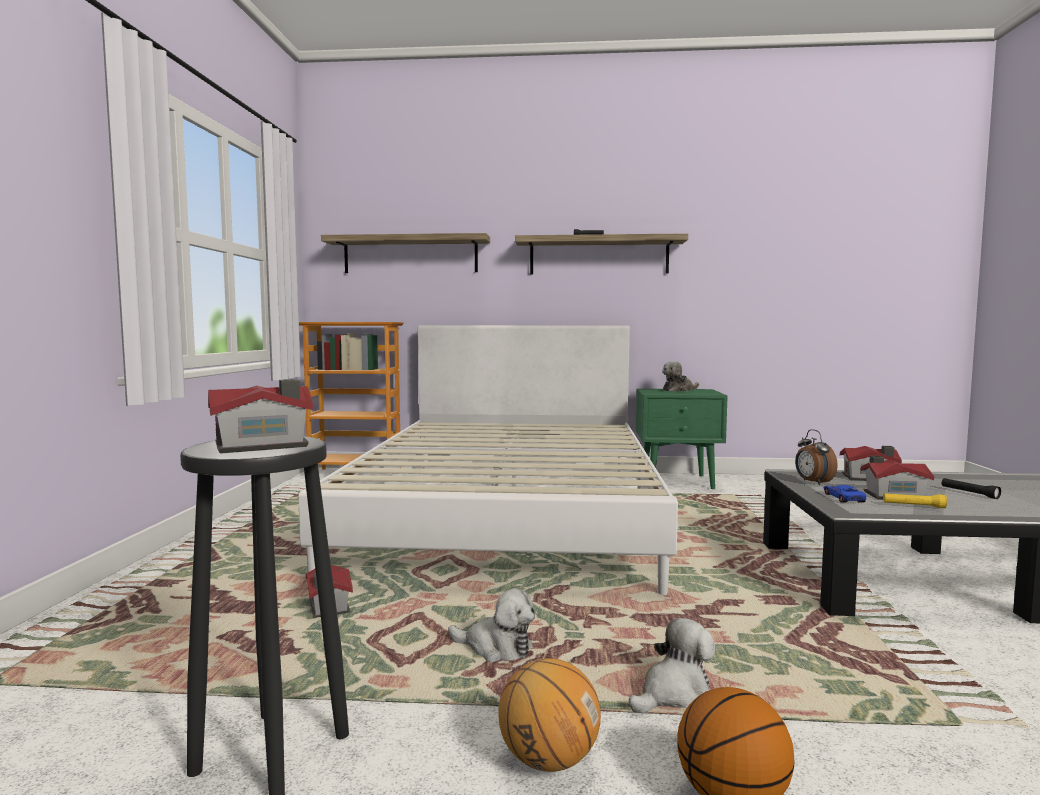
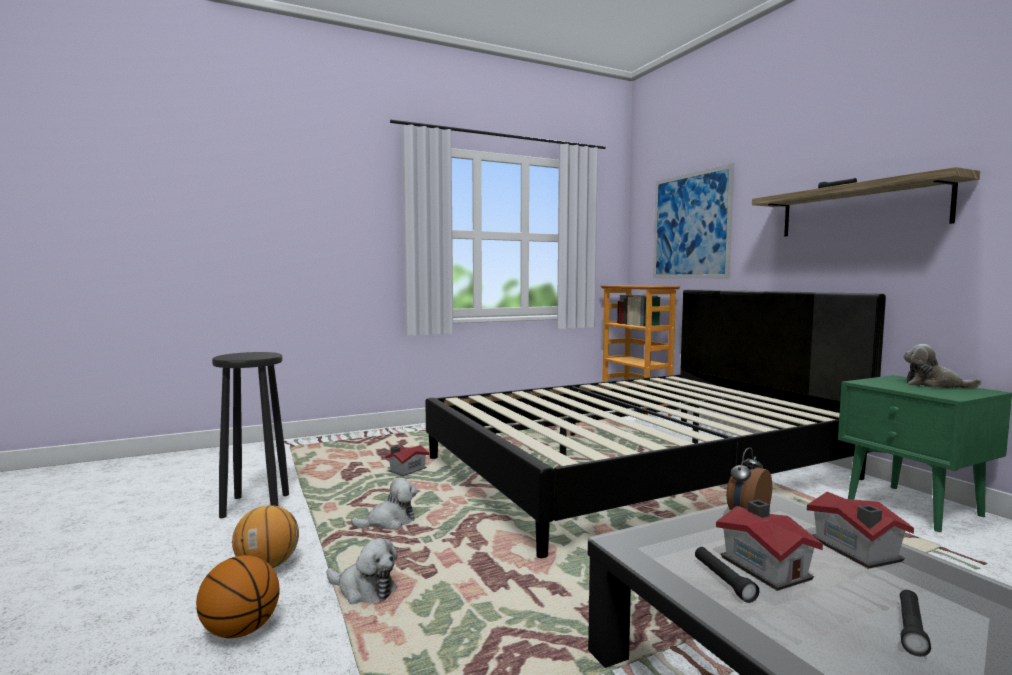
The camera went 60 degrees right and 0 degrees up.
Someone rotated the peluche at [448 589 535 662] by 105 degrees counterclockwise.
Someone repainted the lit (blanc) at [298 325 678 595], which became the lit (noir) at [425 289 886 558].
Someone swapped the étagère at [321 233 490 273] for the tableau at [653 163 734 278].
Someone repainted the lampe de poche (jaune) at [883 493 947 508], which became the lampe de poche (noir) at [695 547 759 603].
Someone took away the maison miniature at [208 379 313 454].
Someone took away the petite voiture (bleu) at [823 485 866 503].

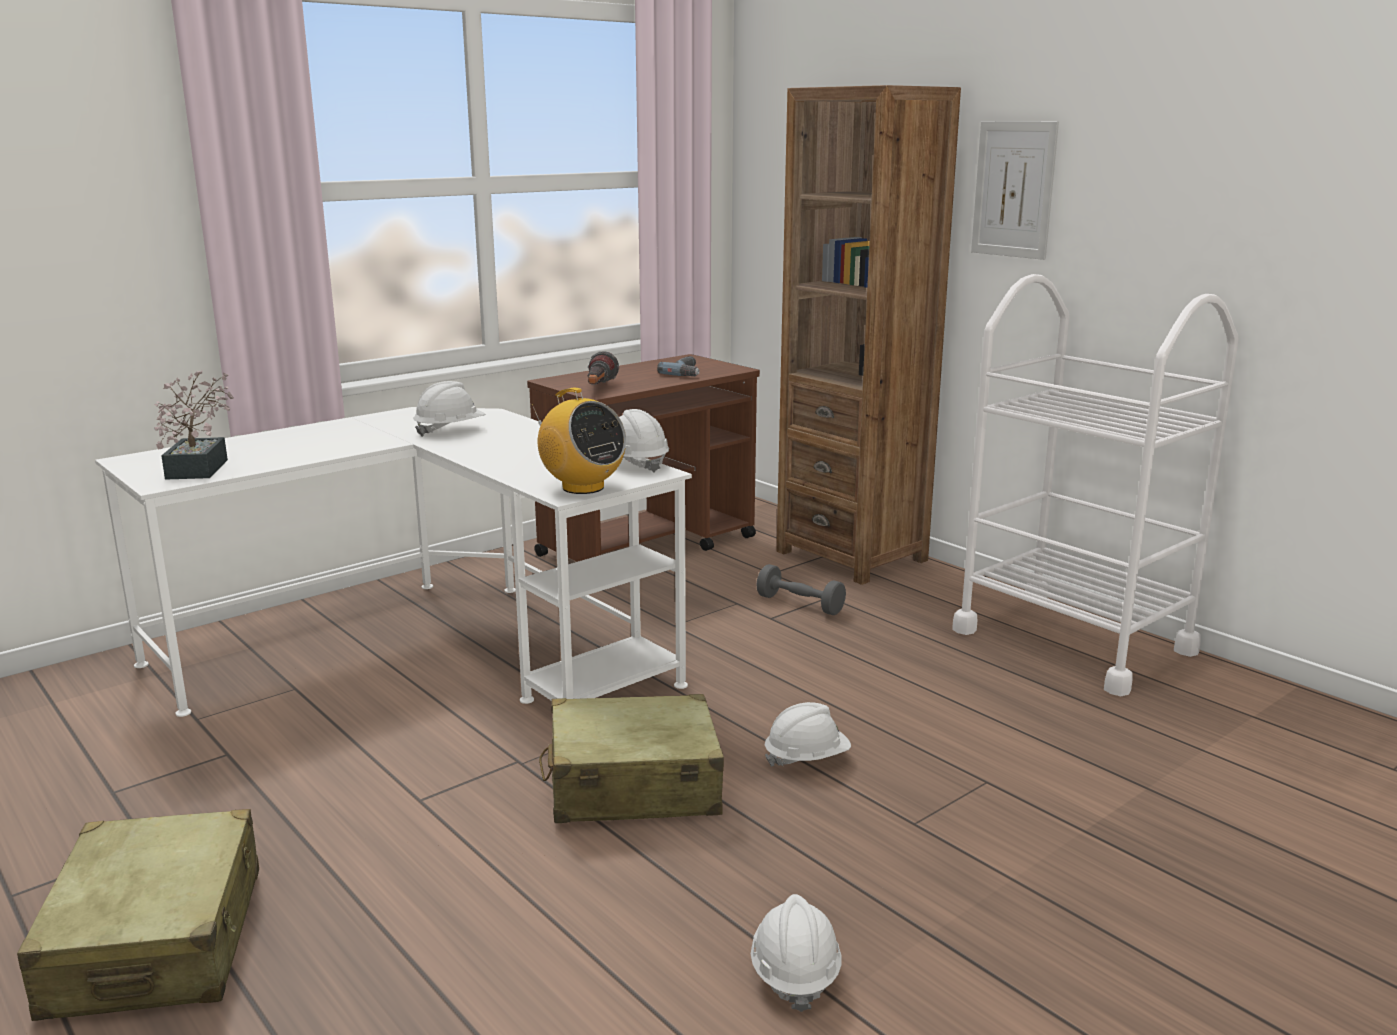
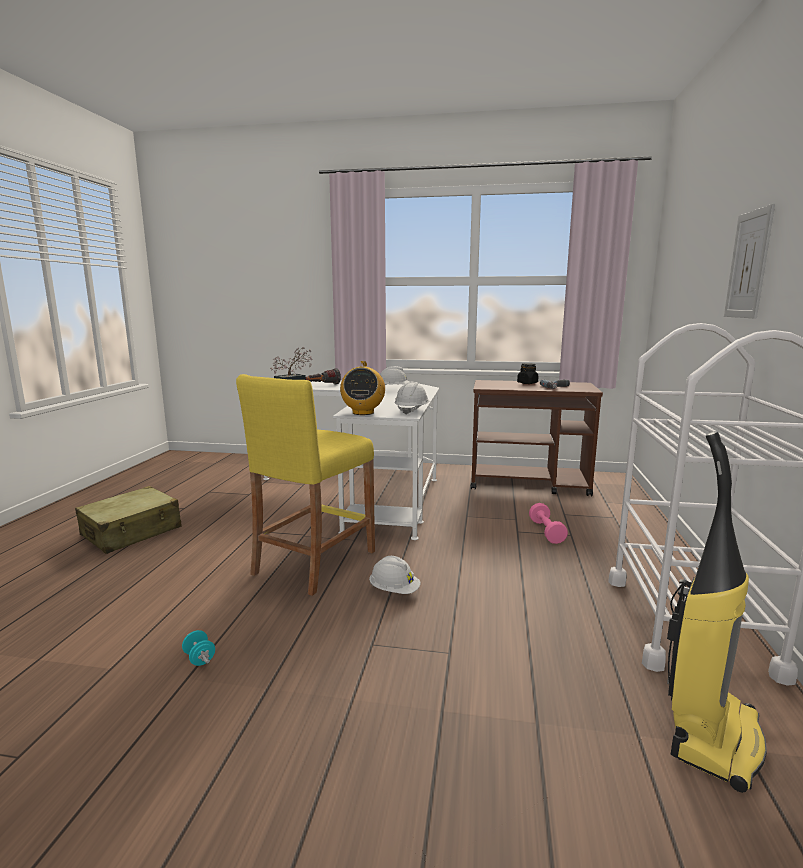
The camera went 50 degrees right and 5 degrees down.
Someone swapped the casque de chantier (blanc) at [751 894 842 1012] for the haltère (turquoise) at [182 630 215 666].
Someone swapped the valise (beige) at [539 694 724 823] for the tabouret (jaune) at [236 374 375 596].
Someone carried the lampe de poche from [587 351 619 384] to [306 368 341 385].
Someone put down the bocal (noir) at [517 363 538 384].
Someone repainted the haltère (gris) at [756 564 846 615], which became the haltère (rose) at [529 503 568 544].
Someone put down the aspirateur at [667 431 767 793].
Someone took away the bibliothèque (marron) at [777 85 961 585].

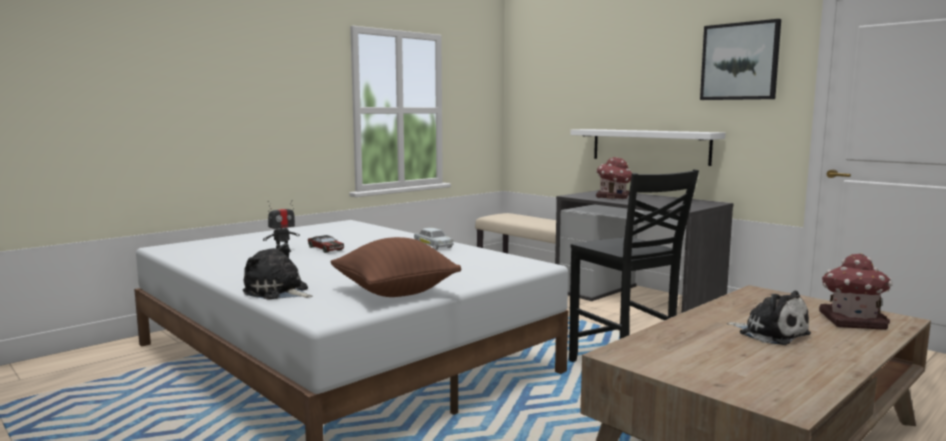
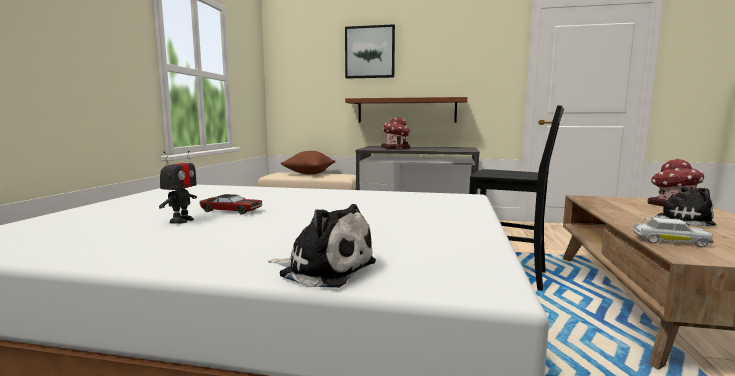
The camera went 35 degrees left and 0 degrees up.
Someone rotated the peluche at [243 243 313 300] by 150 degrees counterclockwise.
Someone carried the coussin (marron) from [331 237 461 297] to [281 151 335 175].
Someone carried the tableau from [700 19 781 100] to [345 24 395 79].
Someone repainted the étagère (blanc) at [570 129 725 166], which became the étagère (marron) at [345 97 467 122].
Someone carried the petite voiture (blanc) from [414 228 454 250] to [633 218 714 247].

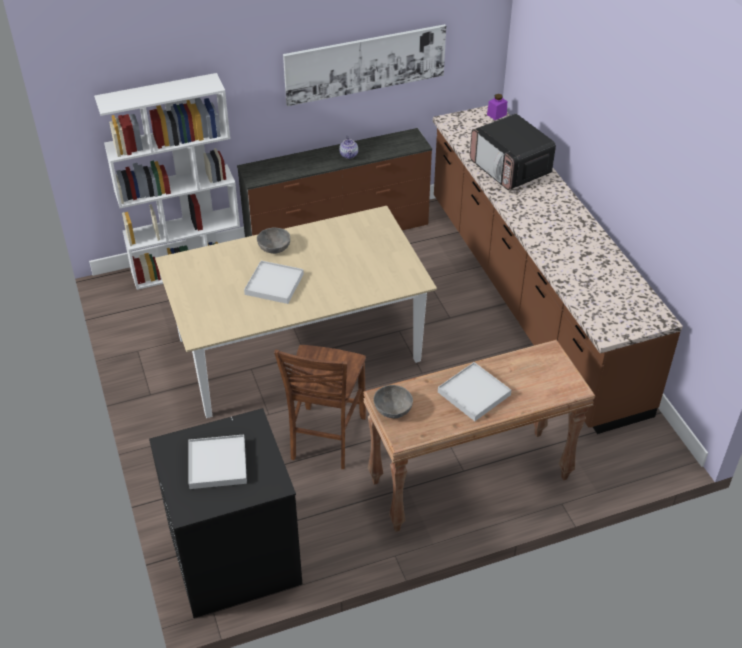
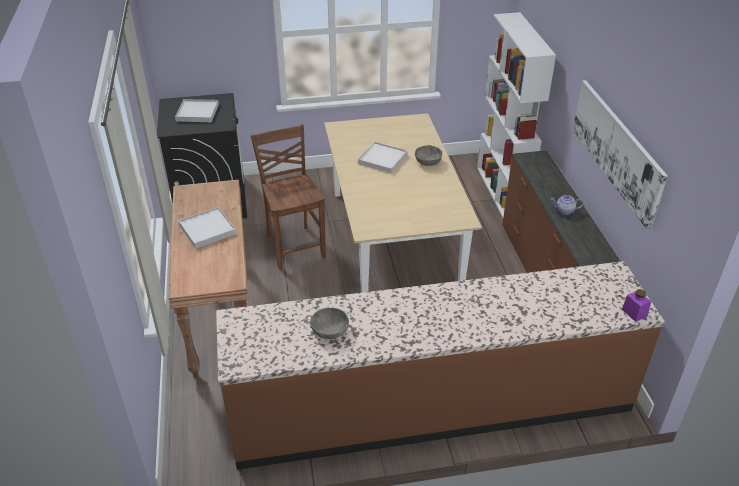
The camera went 100 degrees right and 5 degrees down.
Someone rotated the chaise (marron) at [274 345 366 469] by 45 degrees clockwise.
Someone carried the bol (gris) from [374 385 413 418] to [310 308 349 339].
Someone took away the micro-ondes at [470 113 556 190].

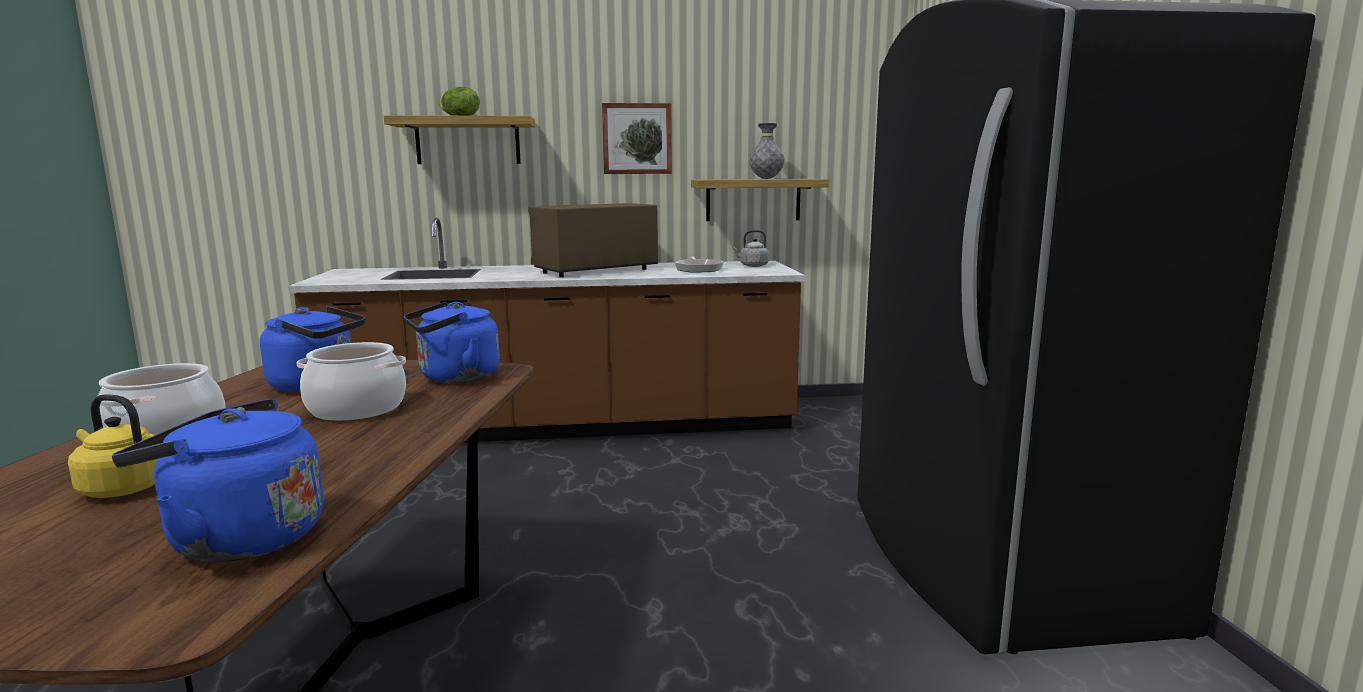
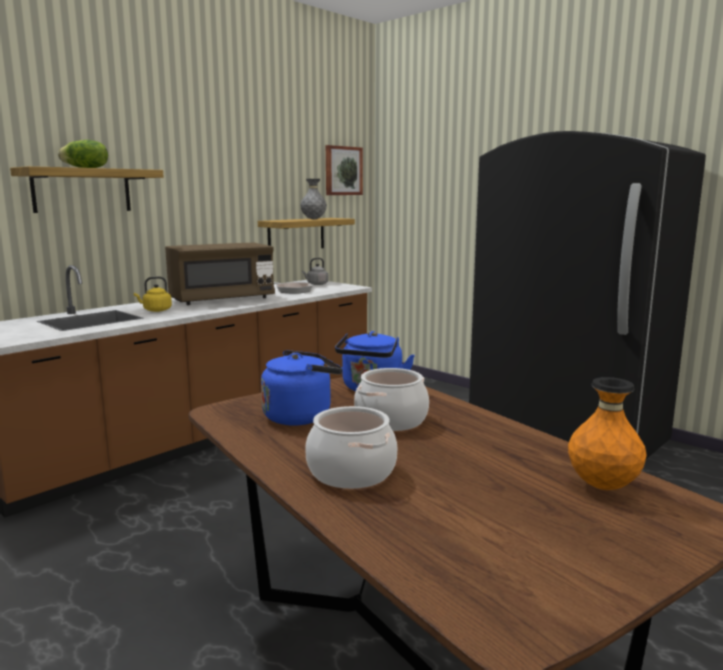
The camera went 40 degrees left and 0 degrees up.
Someone carried the bouilloire (jaune) from [68 394 158 498] to [134 276 172 312].
Someone rotated the micro-ondes (marron) at [528 203 658 278] by 135 degrees counterclockwise.
Someone carried the tableau from [602 103 672 174] to [326 145 363 195].
Someone swapped the bouilloire (bleu) at [112 399 324 562] for the vase (orange) at [568 377 647 490].

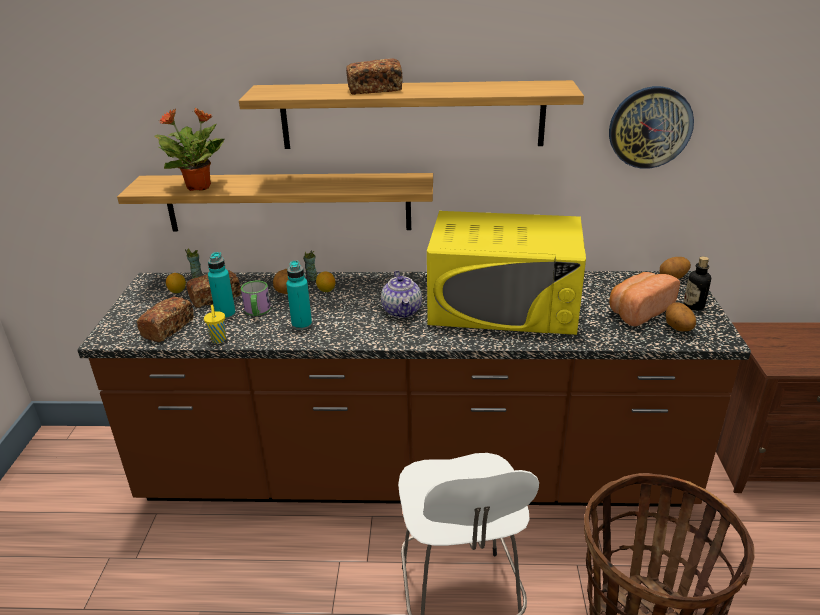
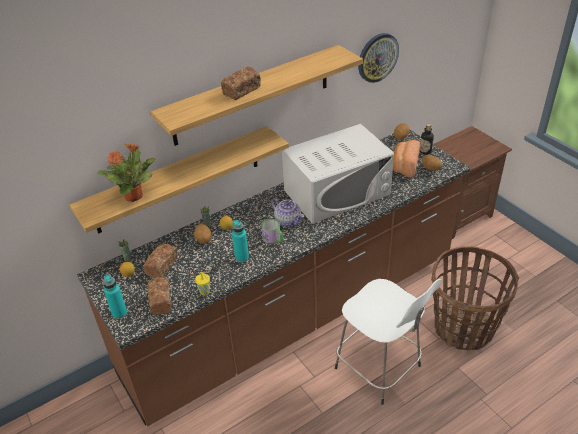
The camera went 35 degrees left and 10 degrees up.
Someone carried the bouteille (turquoise) from [208 252 236 320] to [103 274 127 319].
Someone carried the mug from [241 280 271 316] to [261 219 283 244].
Someone repainted the micro-ondes (jaune) at [427 211 586 335], which became the micro-ondes (blanc) at [282 124 394 224].

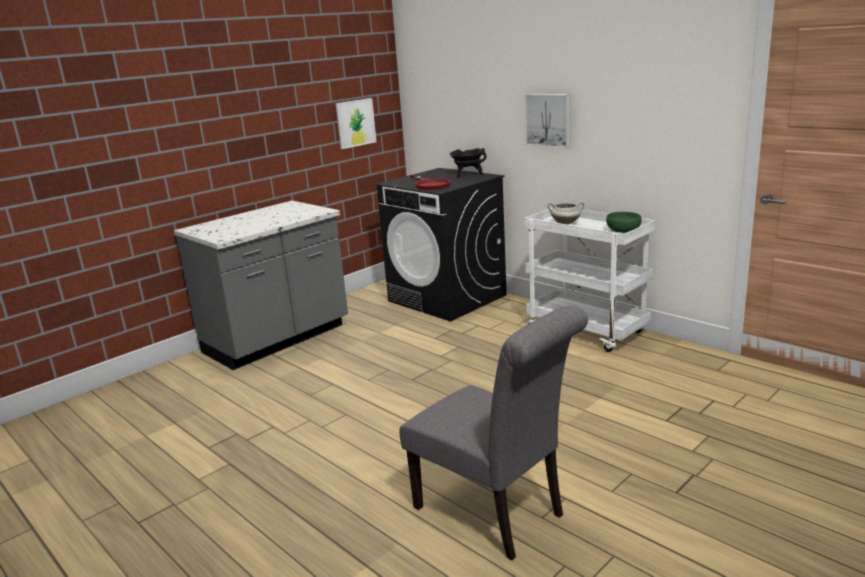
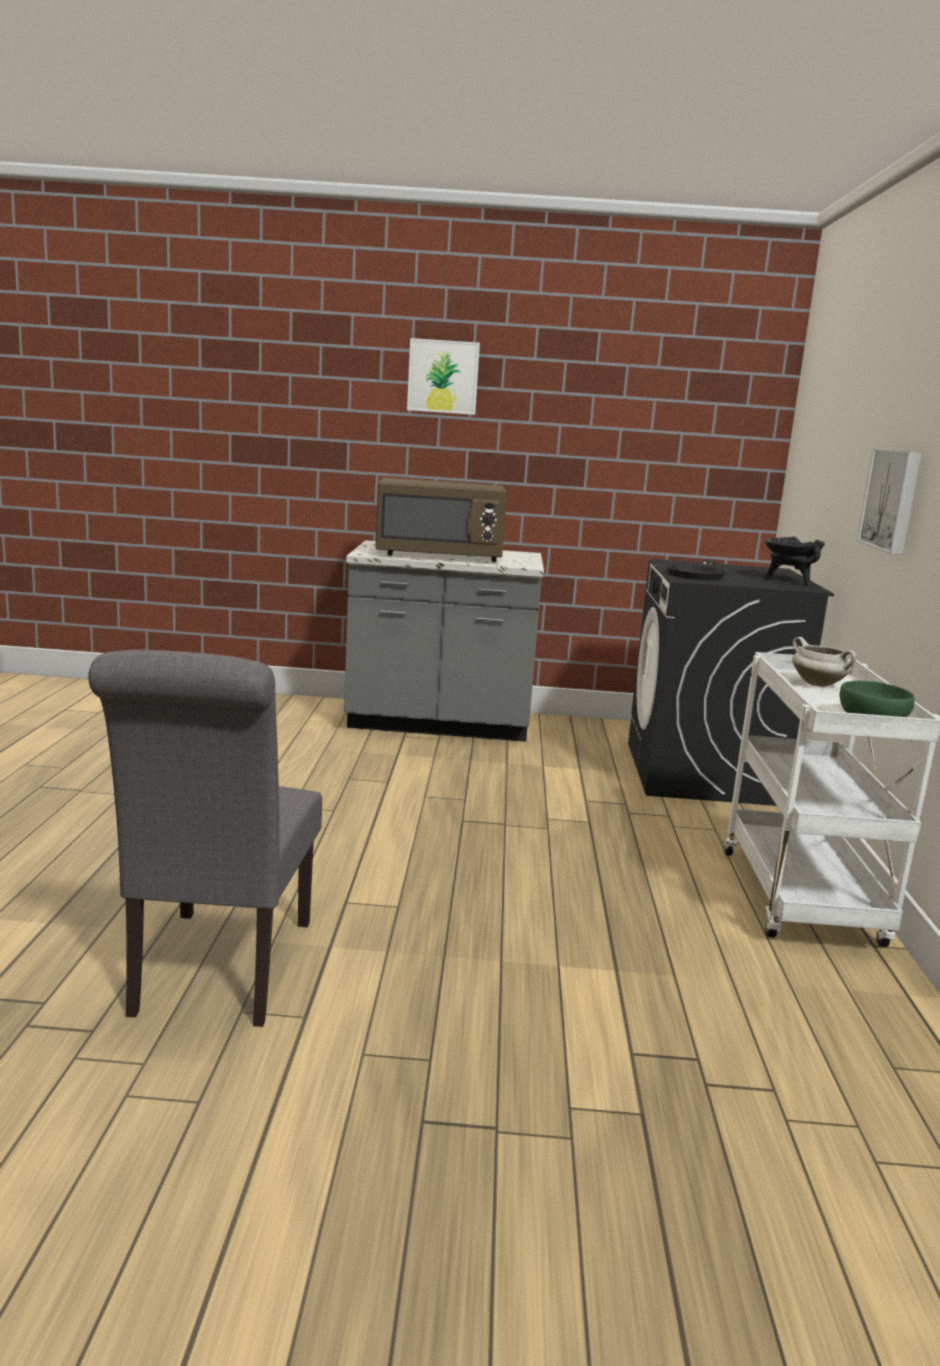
The camera went 45 degrees right and 5 degrees down.
Someone put down the micro-ondes (marron) at [375 478 507 562].
Someone carried the tableau from [336 98 376 149] to [407 338 480 415].
Someone repainted the poêle (rouge) at [410 174 451 190], which became the poêle (noir) at [666 560 726 580].

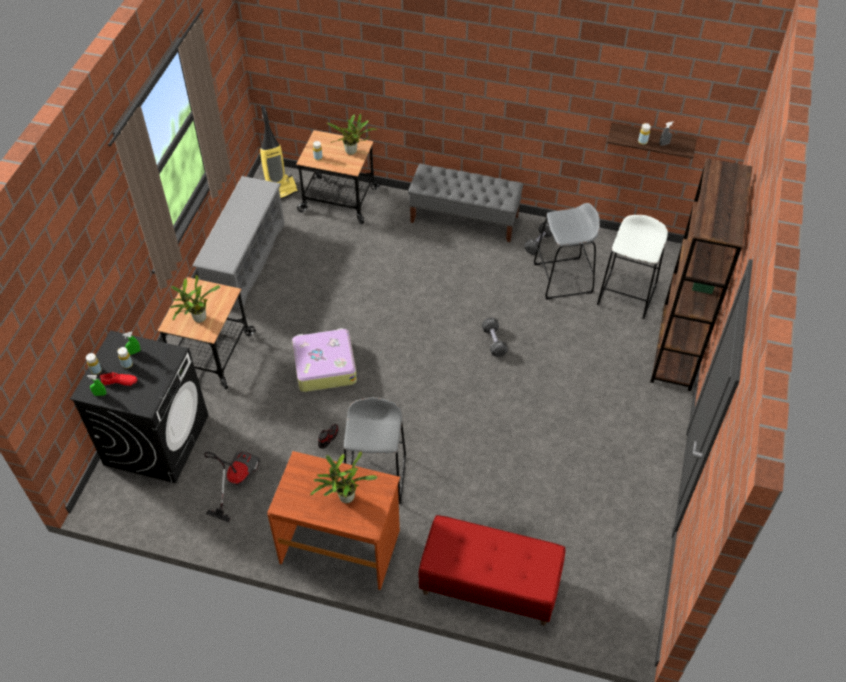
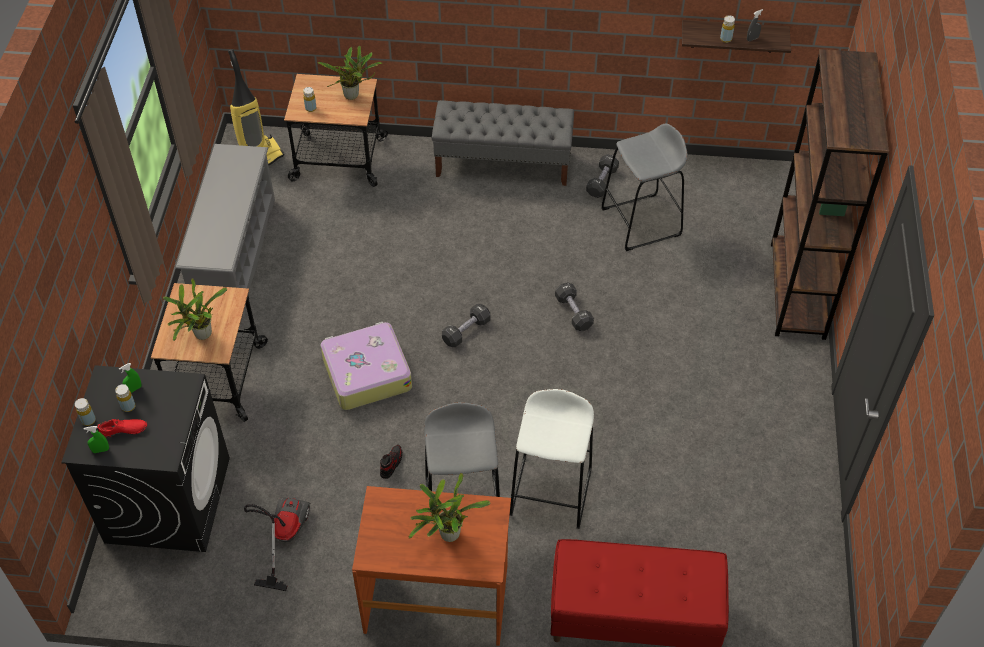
The camera went 10 degrees left and 0 degrees up.
Someone put down the haltère (noir) at [442 304 490 347].
Someone carried the tabouret (blanc) from [597 215 668 319] to [510 389 594 529].

